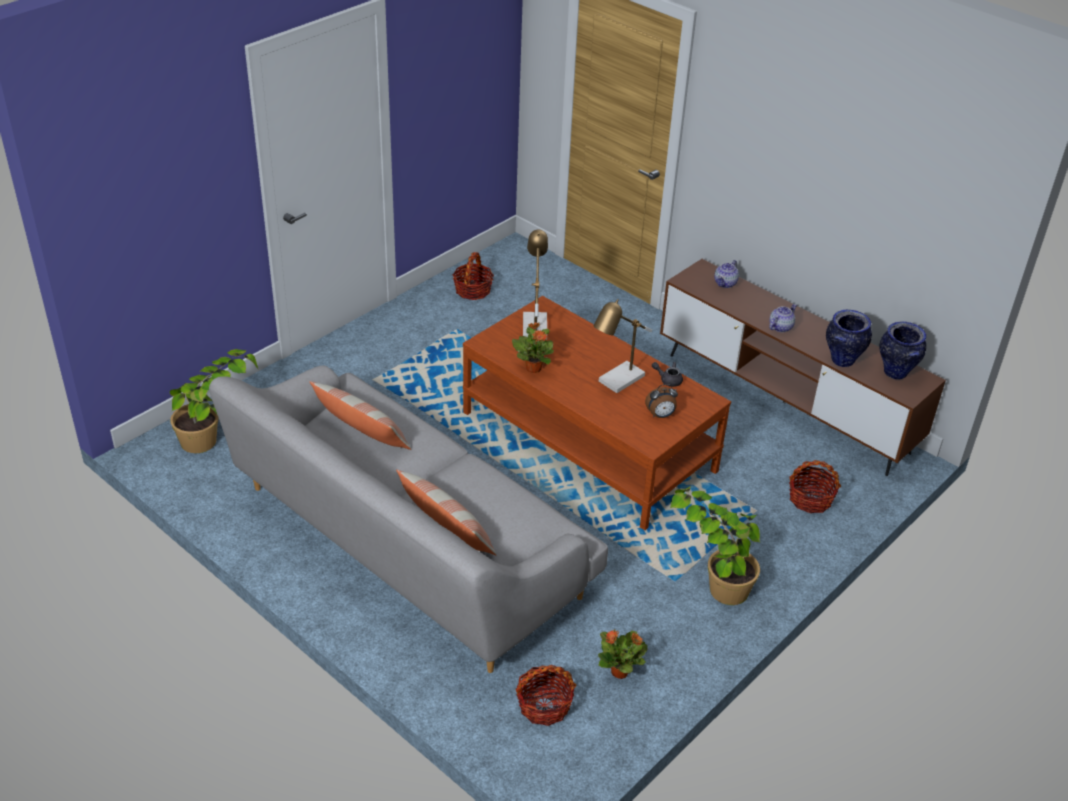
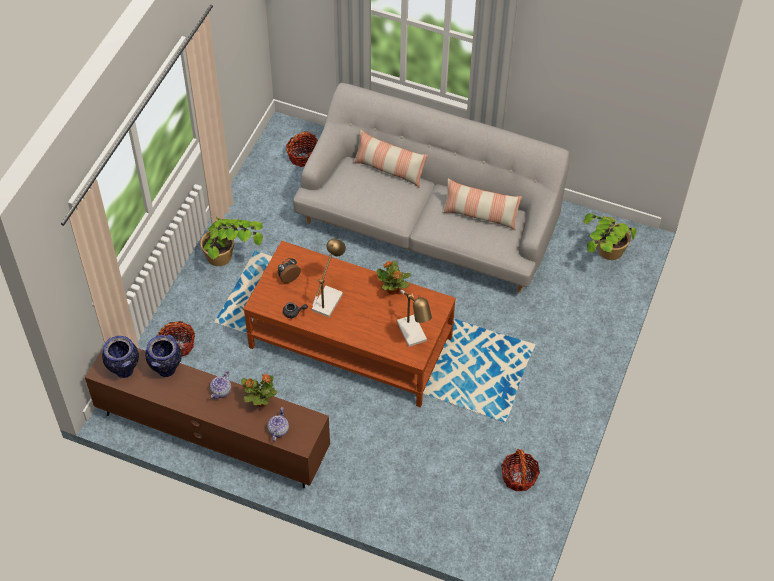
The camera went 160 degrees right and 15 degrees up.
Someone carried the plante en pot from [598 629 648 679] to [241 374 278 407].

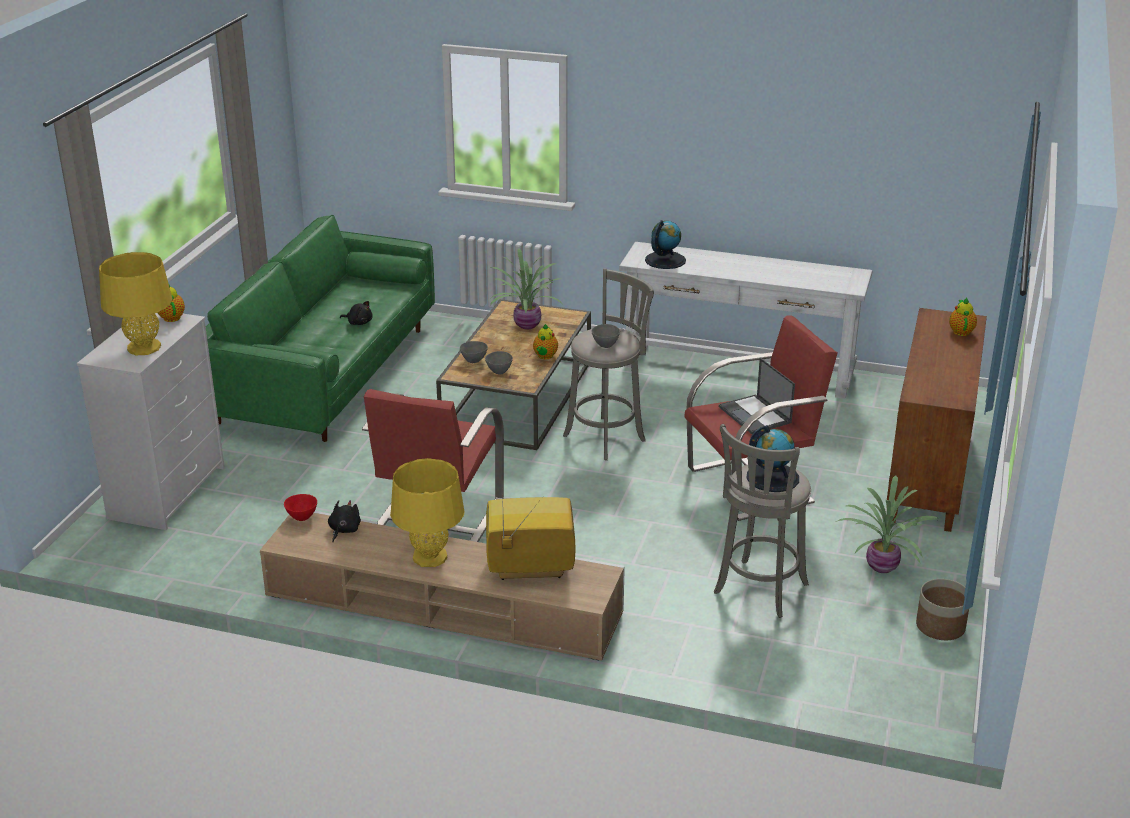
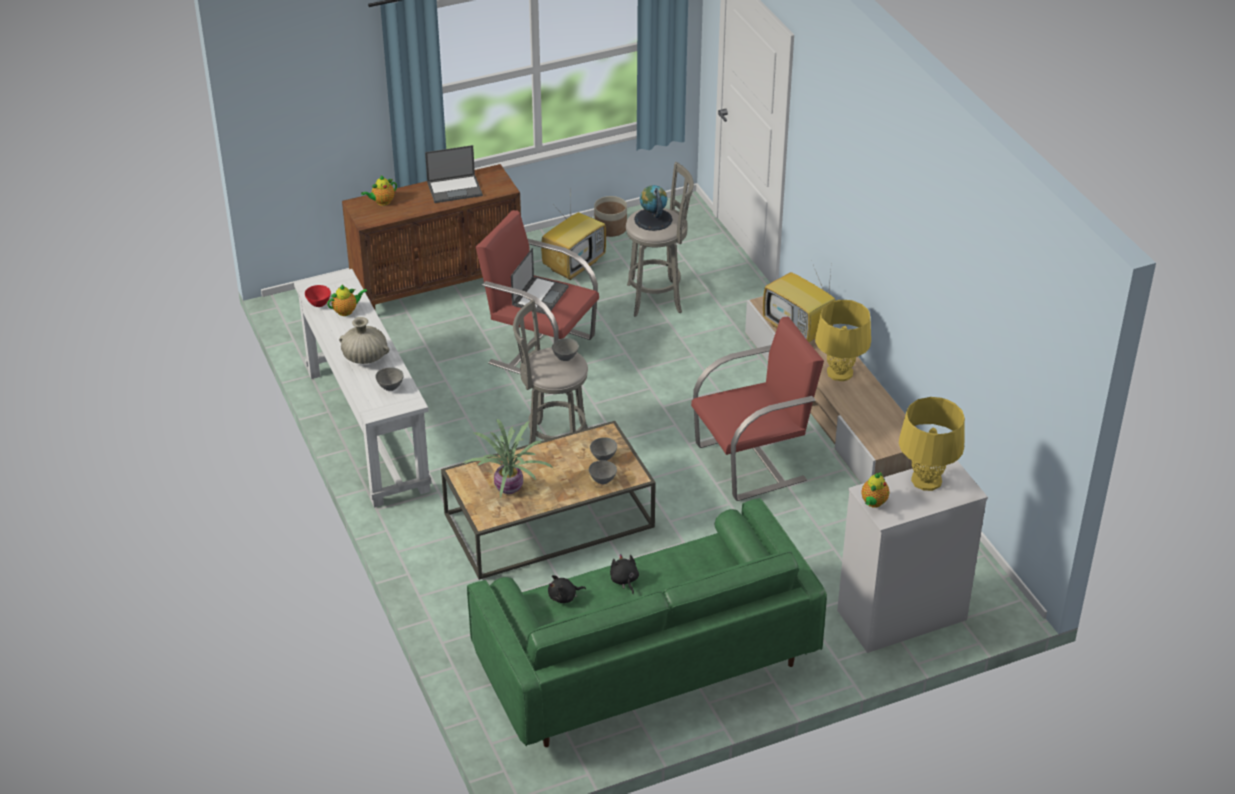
The camera went 130 degrees left and 10 degrees up.
Someone carried the bol (rouge) from [284 494 317 521] to [305 285 331 307].
Someone carried the théière from [533 324 558 359] to [327 284 368 316].
Someone put down the vase (beige) at [339 317 389 364].
Someone swapped the globe at [645 220 686 269] for the bol (gris) at [375 367 404 391].
Someone put down the ordinateur portable at [425 145 483 203].
Someone swapped the plante en pot at [836 476 940 573] for the téléviseur at [541 192 606 280].
Someone carried the peluche (noir) from [328 500 361 542] to [548 575 586 603].

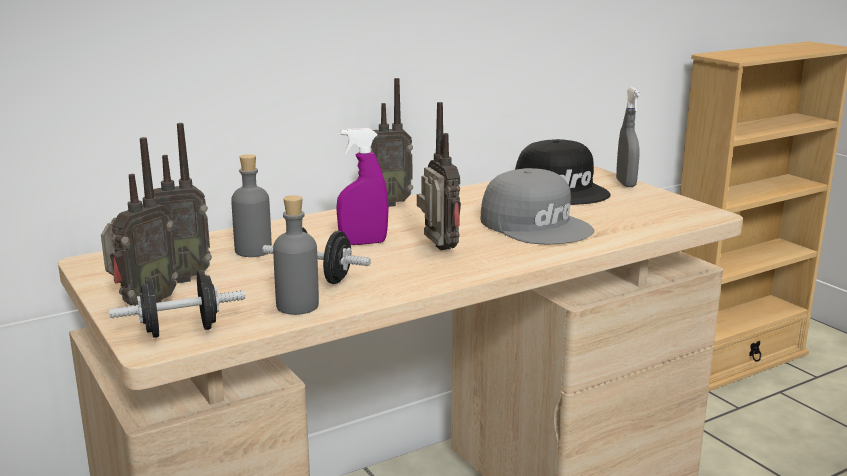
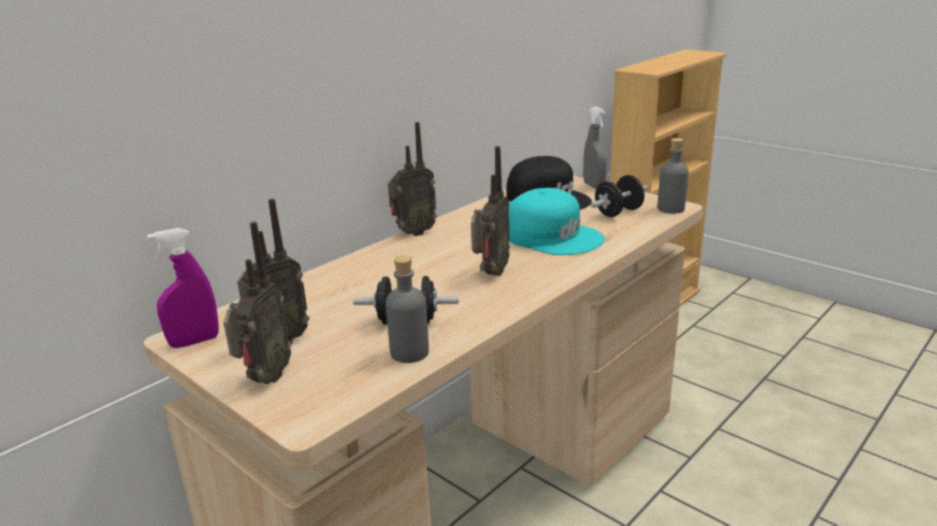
The camera went 15 degrees left and 5 degrees up.
Someone carried the vaporisateur (violet) from [336 128 389 245] to [147 228 219 348].
Someone rotated the radio at [417 102 461 250] by 60 degrees clockwise.
Someone repainted the casquette (gris) at [481 168 594 244], which became the casquette (turquoise) at [508 188 605 255].
Someone carried the haltère (noir) from [109 270 245 338] to [591 175 648 217].
Someone carried the bouteille (gris) from [231 154 272 257] to [657 138 689 214].

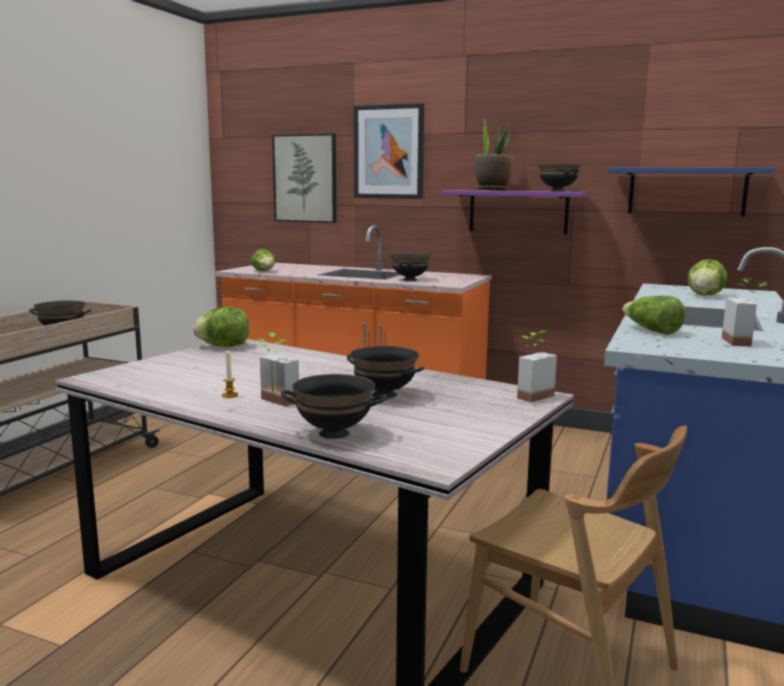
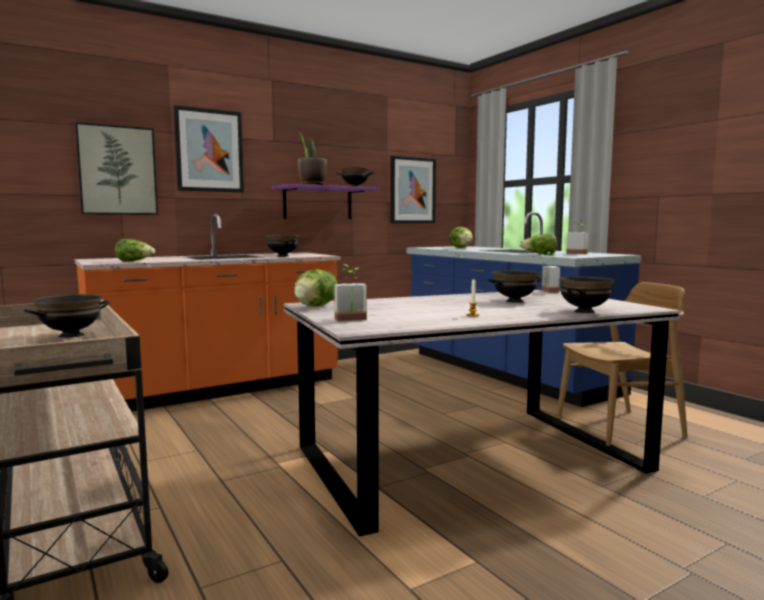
The camera went 55 degrees left and 5 degrees down.
Someone carried the plante en pot from [257 333 299 407] to [334 264 367 321].
Someone swapped the étagère (bleu) at [608 167 776 216] for the tableau at [390 155 436 223].

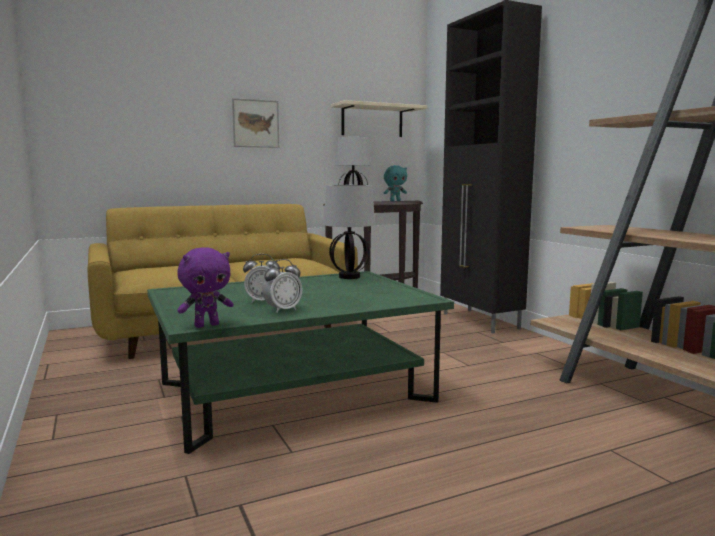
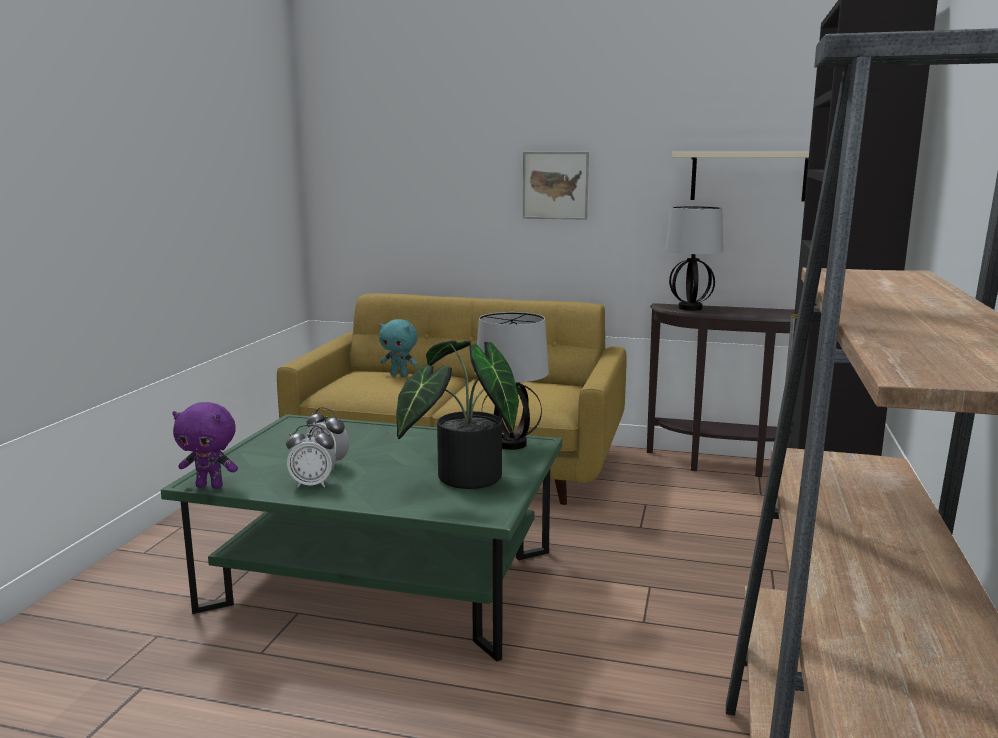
The camera went 40 degrees right and 5 degrees up.
Someone carried the peluche (turquoise) from [384 165 407 201] to [379 319 418 377].
Someone put down the plante en pot at [396 340 519 489].

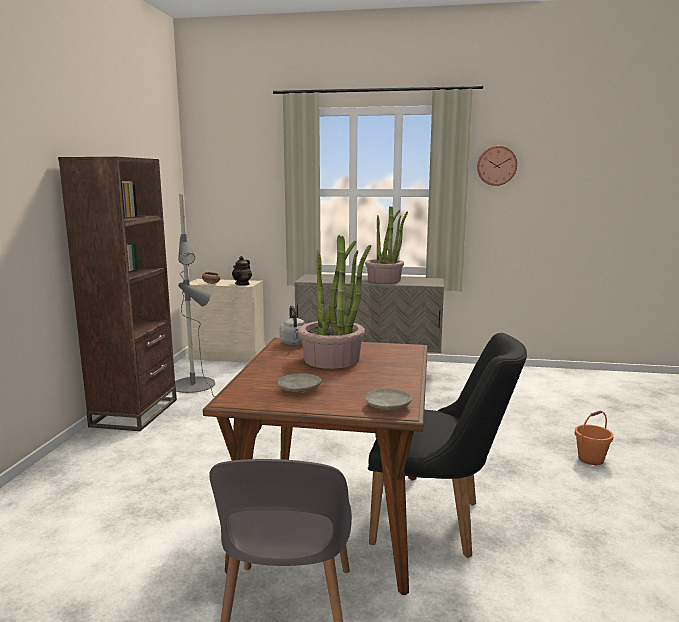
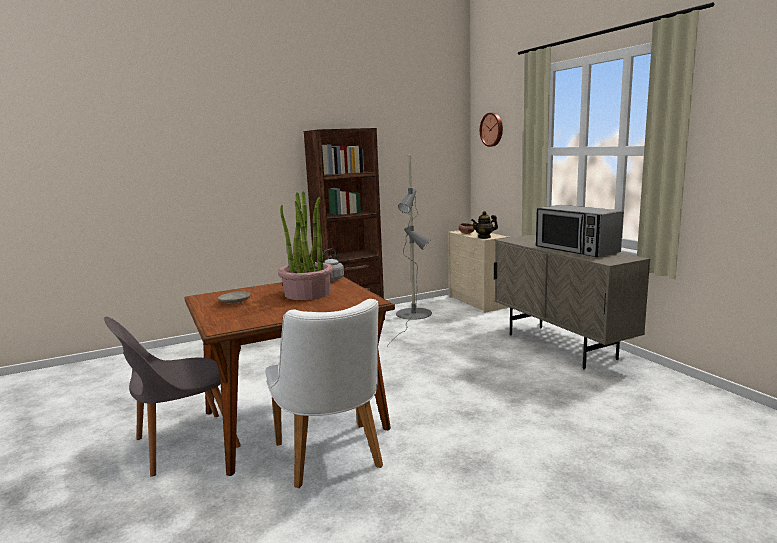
The camera went 55 degrees right and 0 degrees up.
Someone repainted the chaise (noir) at [368 333 527 558], which became the chaise (blanc) at [265 299 383 488].
Someone carried the horloge murale from [477 146 517 186] to [480 113 503 147].
Someone swapped the plante en pot at [365 206 408 283] for the micro-ondes at [536 205 623 257].
Someone took away the assiette (beige) at [365 389 412 410].
Someone took away the seau (orange) at [575 411 614 465].

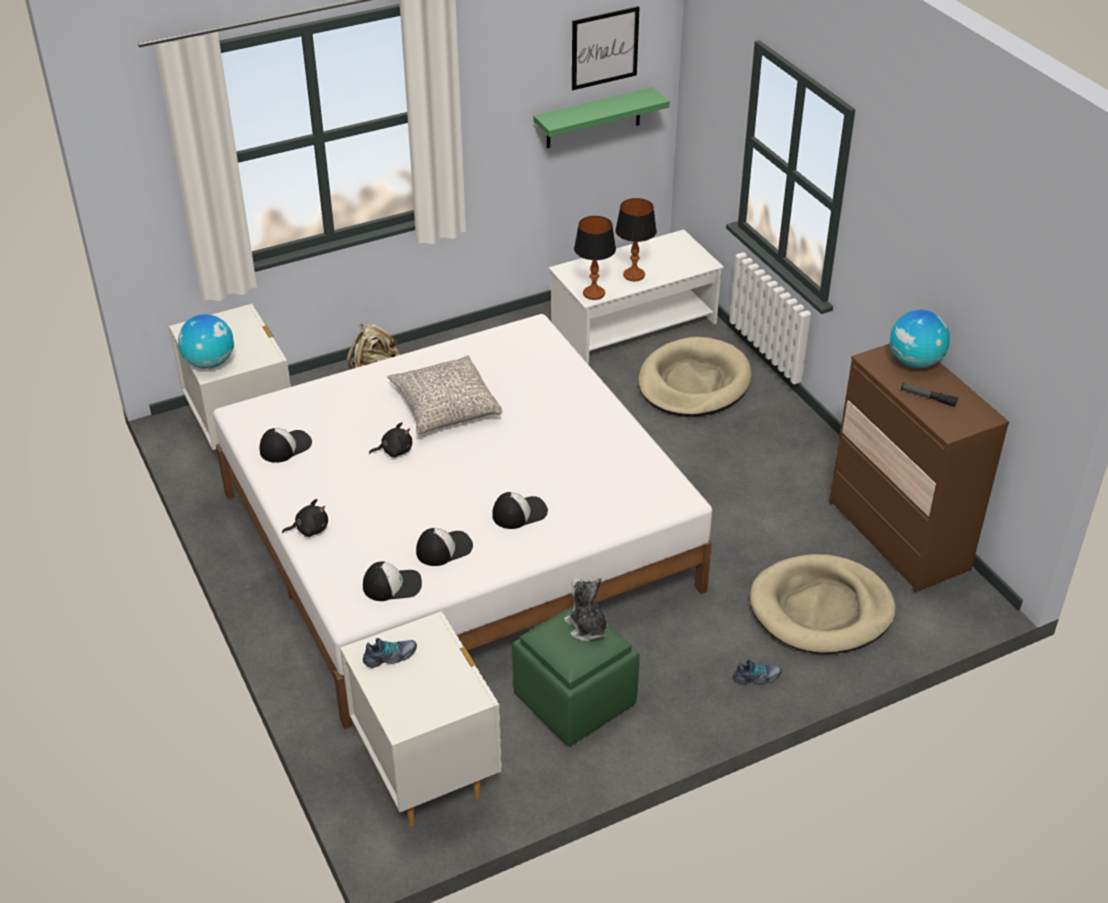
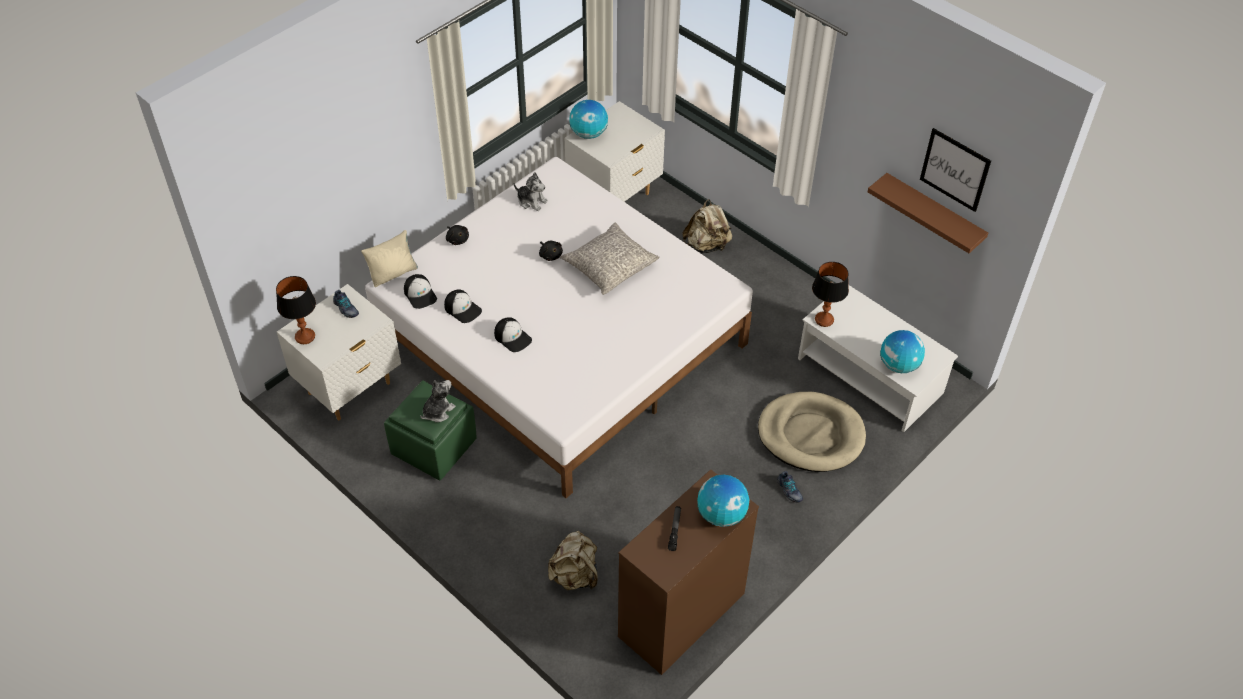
The camera went 70 degrees right and 10 degrees up.
Someone carried the lampe de table from [615 198 657 281] to [276 276 316 344].
Someone put down the coussin (beige) at [361 230 418 287].
Someone swapped the casquette at [260 428 312 463] for the peluche at [514 172 548 211].
Someone swapped the panier pour chien (beige) at [750 554 896 654] for the sac à dos (beige) at [548 531 598 590].
Someone carried the chaussure from [733 659 782 685] to [777 471 803 503].
Someone repainted the étagère (vert) at [534 87 670 148], which became the étagère (marron) at [868 173 988 253].
Someone put down the globe at [880 330 925 373].

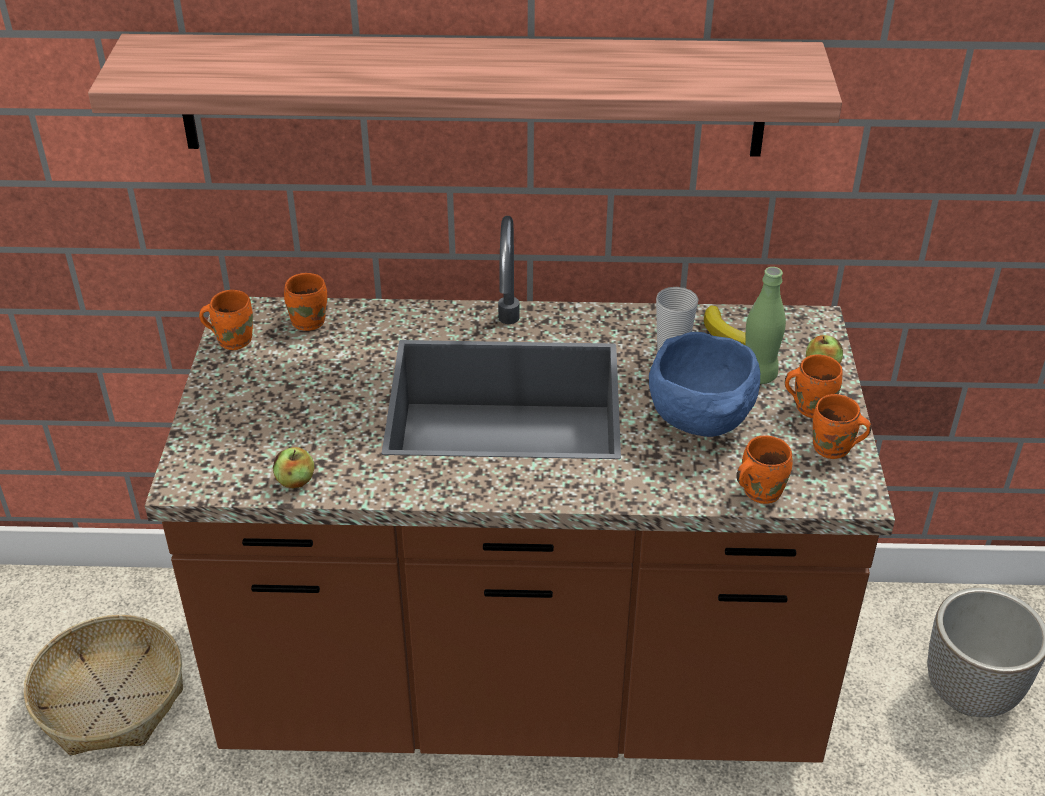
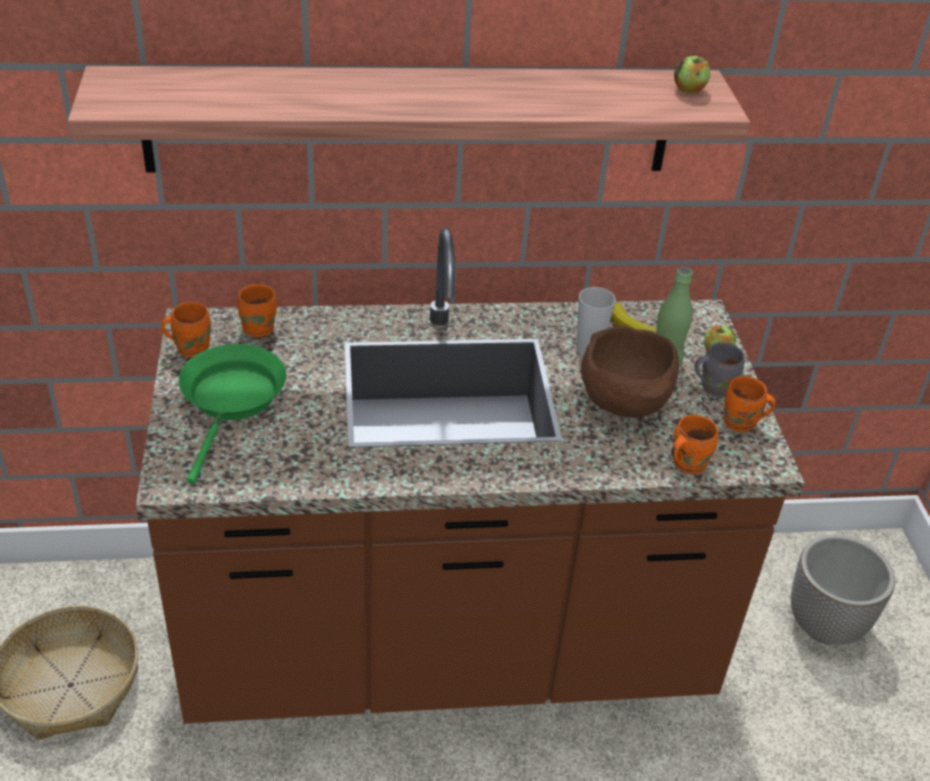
The camera went 10 degrees left and 0 degrees up.
Someone put down the poêle (vert) at [179 344 287 484].
Someone repainted the bol (bleu) at [649 332 760 437], which became the bol (marron) at [581 326 679 418].
Someone carried the pomme from [273 447 315 488] to [674 54 710 93].
Someone repainted the mug (orange) at [785 354 842 418], which became the mug (gris) at [695 342 745 398].

